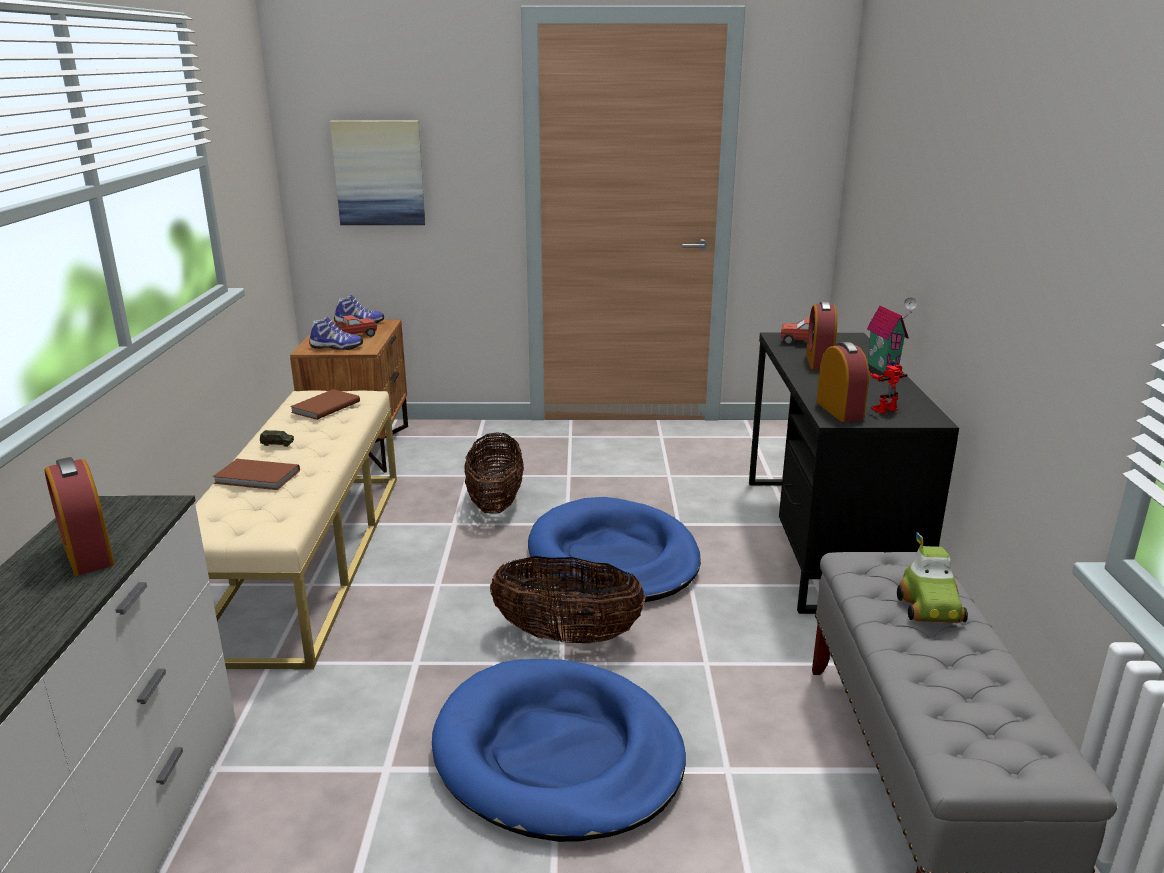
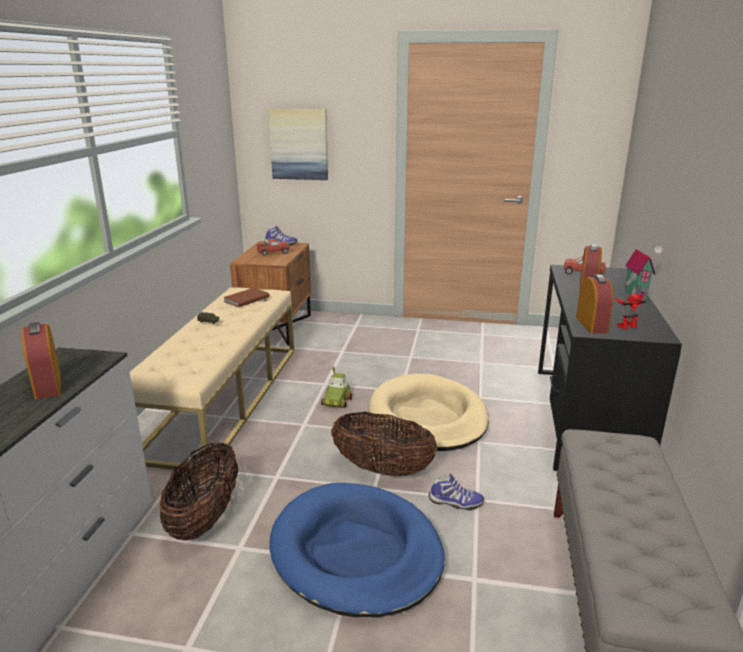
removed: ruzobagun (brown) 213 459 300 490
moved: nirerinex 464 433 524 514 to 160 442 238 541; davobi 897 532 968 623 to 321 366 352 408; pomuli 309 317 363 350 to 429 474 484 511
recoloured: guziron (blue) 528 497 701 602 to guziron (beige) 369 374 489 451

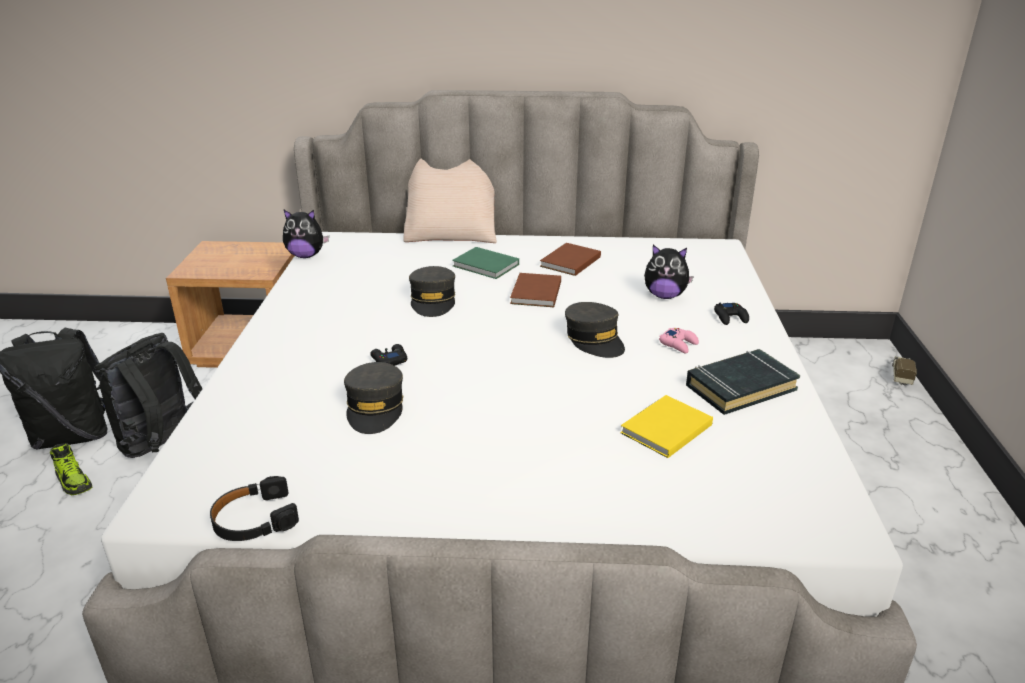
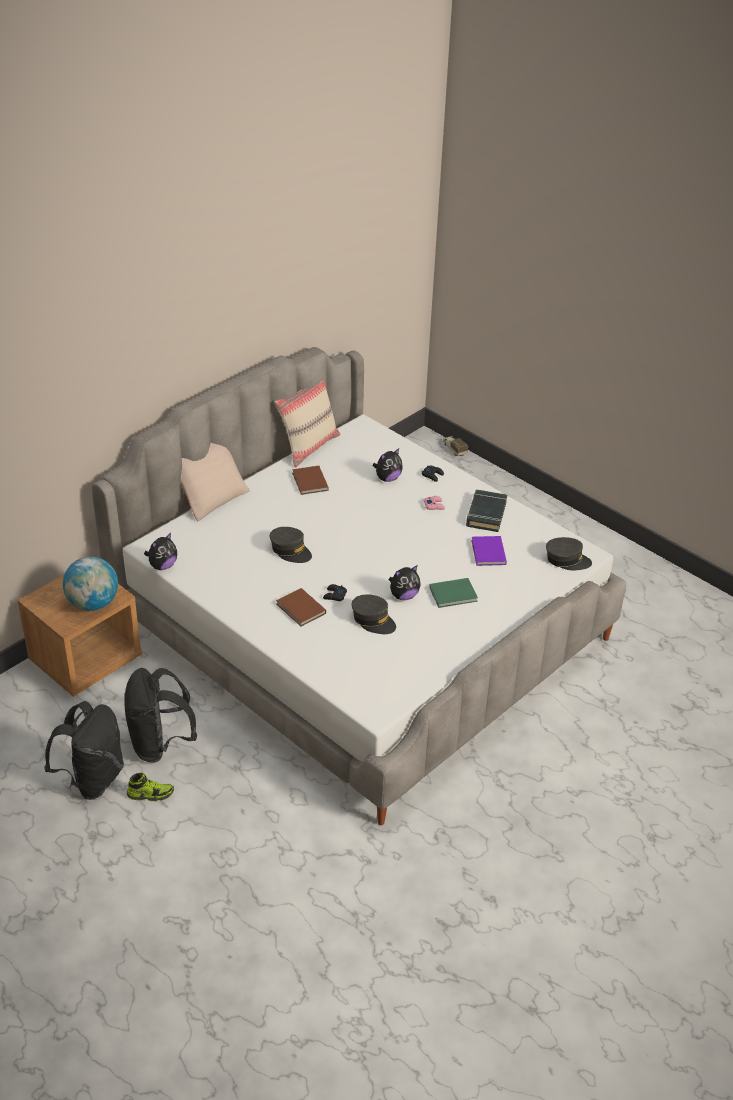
removed: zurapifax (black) 210 476 299 541
added: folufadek 63 557 118 611; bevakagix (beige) 275 379 341 468; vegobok 389 565 421 600
moved: ruzobagun (brown) 510 273 561 307 to 276 588 326 626; ruzobagun (green) 452 247 519 279 to 429 578 478 608; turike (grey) 565 302 625 358 to 546 537 592 570
recoloured: ruzobagun (yellow) 620 395 713 458 to ruzobagun (purple) 471 536 507 566

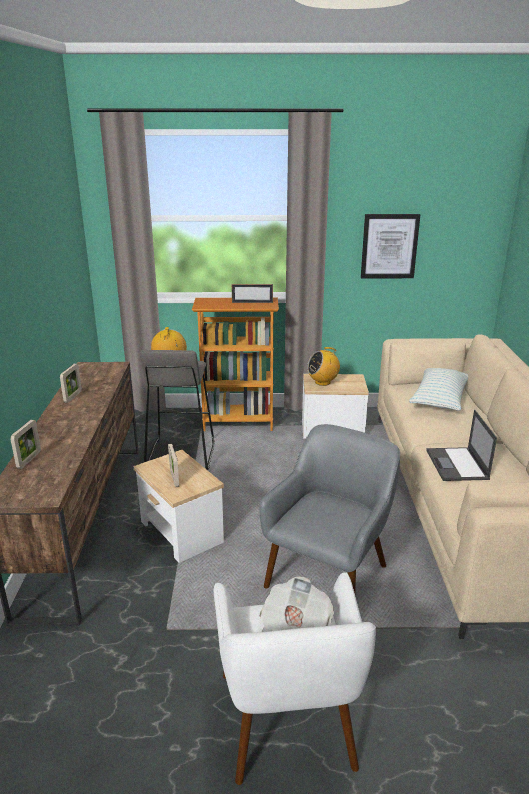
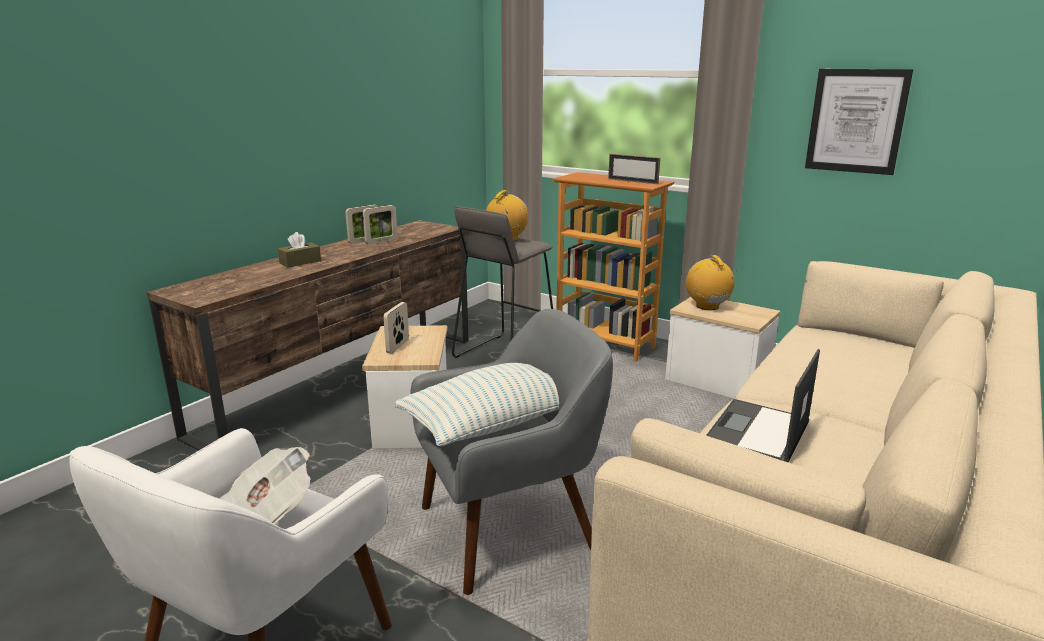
added: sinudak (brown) 278 232 321 267
moved: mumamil 10 420 41 469 to 363 205 398 244; bevakagix 409 368 468 411 to 395 363 559 446
turned: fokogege 307 347 340 386 = 686 255 738 310 60 degrees clockwise

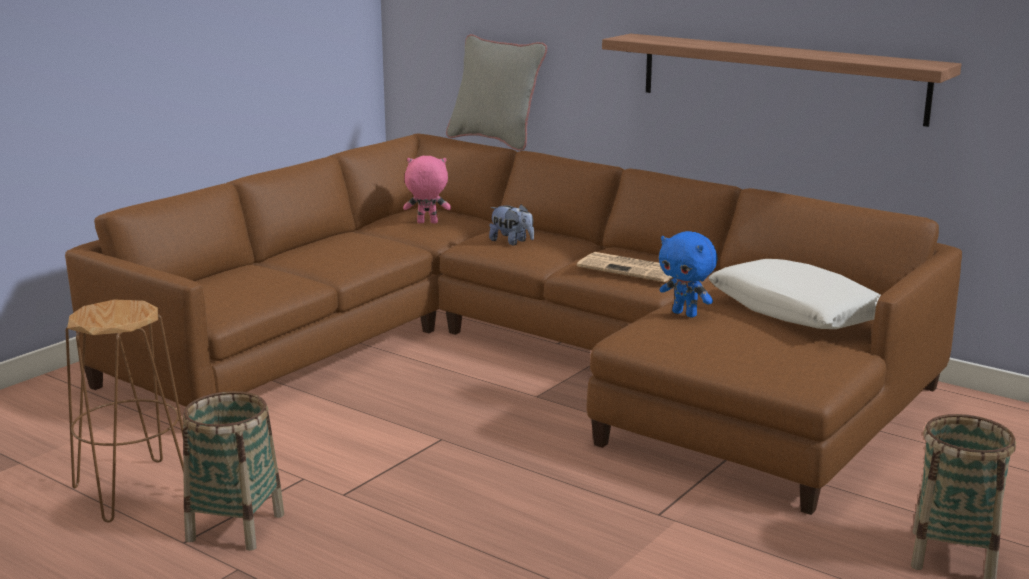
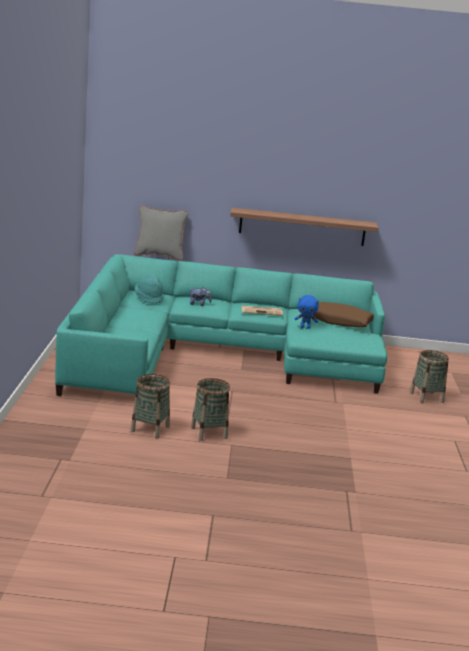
replaced: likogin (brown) 66 299 184 522 to nirerinex 131 374 170 438; vegobok (pink) 403 156 451 223 to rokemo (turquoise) 135 274 163 304
recoloured: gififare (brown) 65 133 962 515 to gififare (turquoise) 55 254 387 396; bevakagix (white) 709 259 881 329 to bevakagix (brown) 312 302 374 327

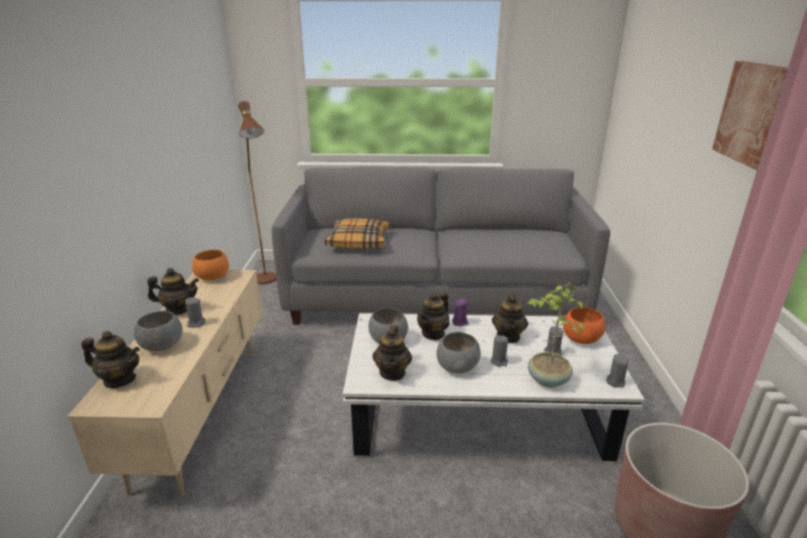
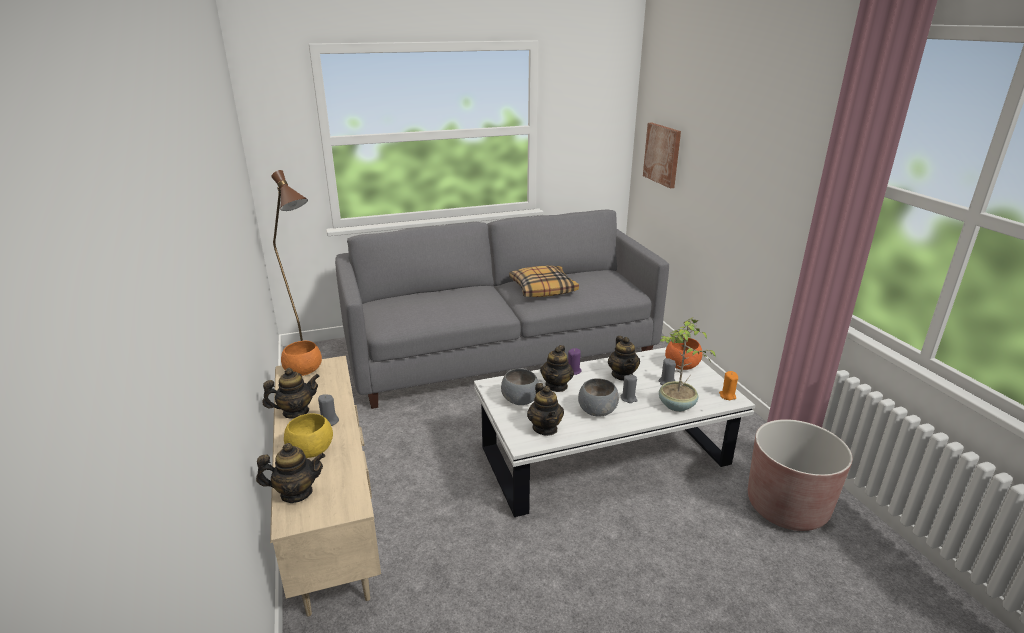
moved: bevakagix 325 219 389 249 to 509 265 579 297; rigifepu 712 61 788 170 to 643 123 681 188
recoloured: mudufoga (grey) 134 311 183 351 to mudufoga (yellow) 284 413 333 458; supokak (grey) 606 354 629 388 to supokak (orange) 719 371 738 400

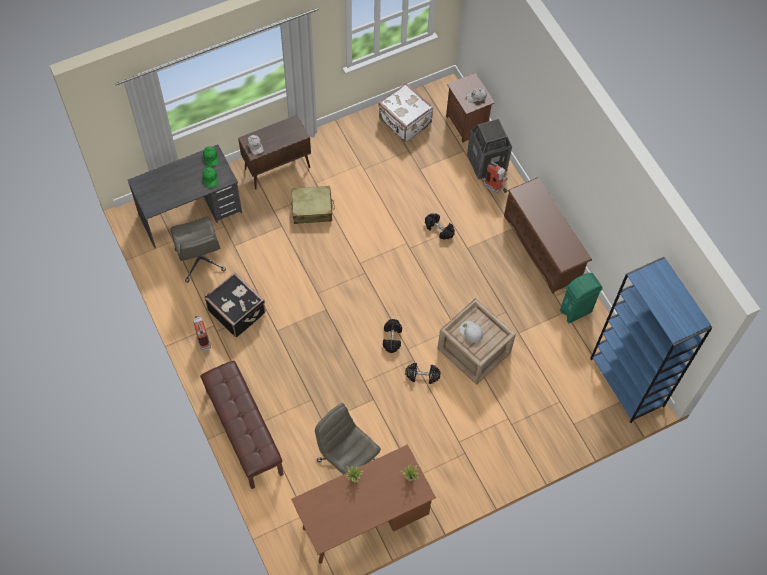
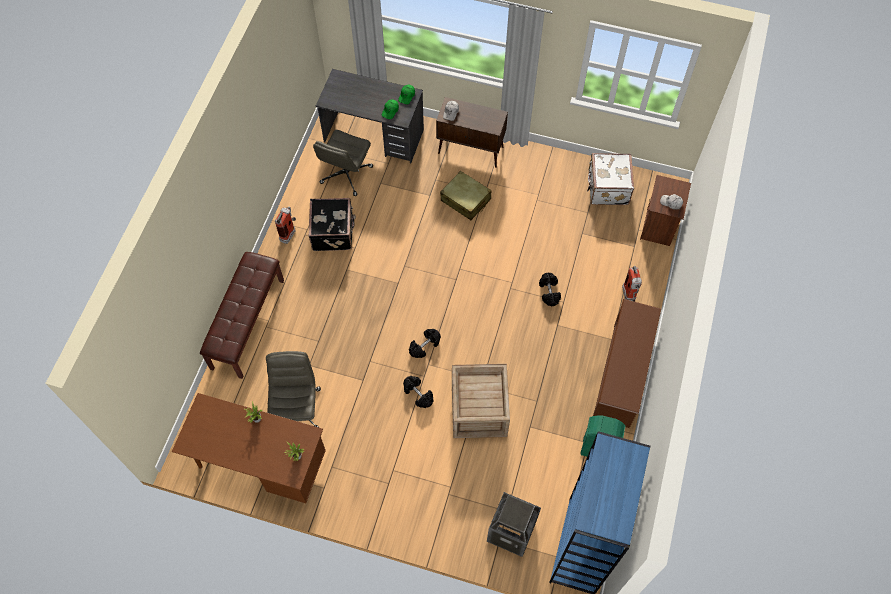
removed: turike (white) 459 321 483 343
moved: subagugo 467 119 512 180 to 487 492 541 557

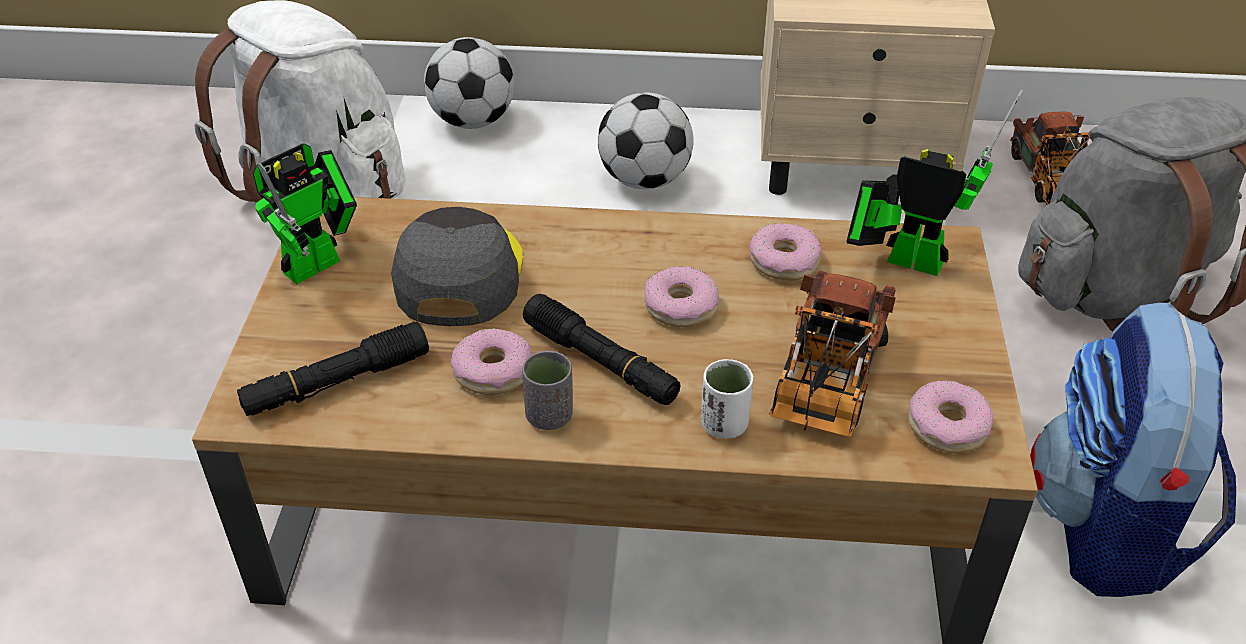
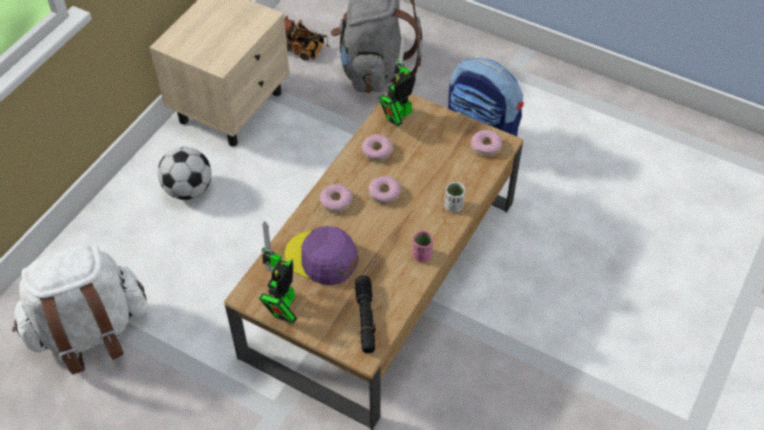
removed: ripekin 424 37 514 129; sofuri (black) 523 294 681 405; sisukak 769 271 896 437
moved: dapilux 451 328 532 395 to 320 184 352 213
recoloured: turike (grey) 391 207 523 326 to turike (purple) 285 226 358 285; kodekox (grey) 522 351 573 430 to kodekox (pink) 412 231 433 262
turned: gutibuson 253 143 357 284 = 259 222 297 324 135 degrees counterclockwise

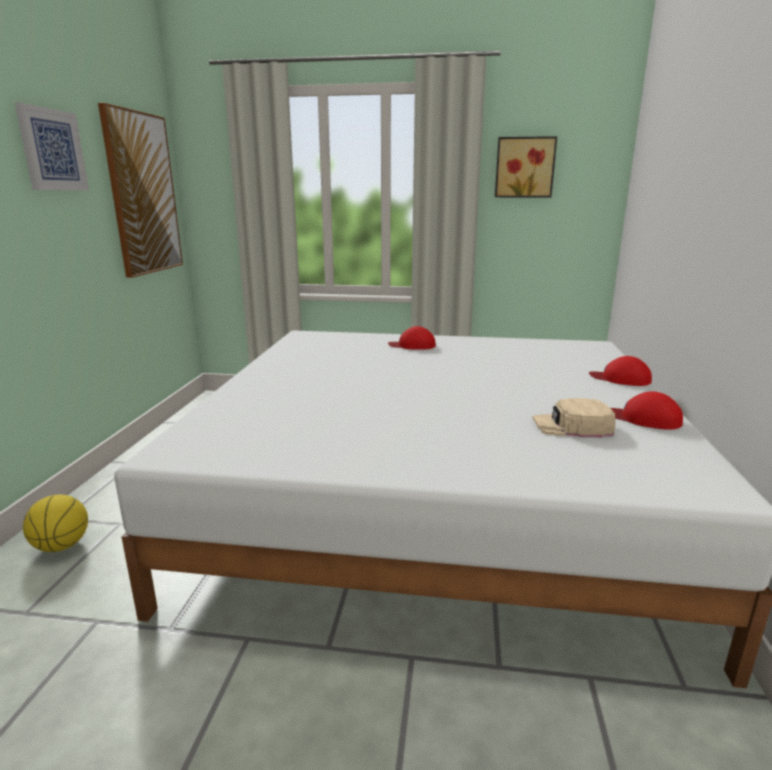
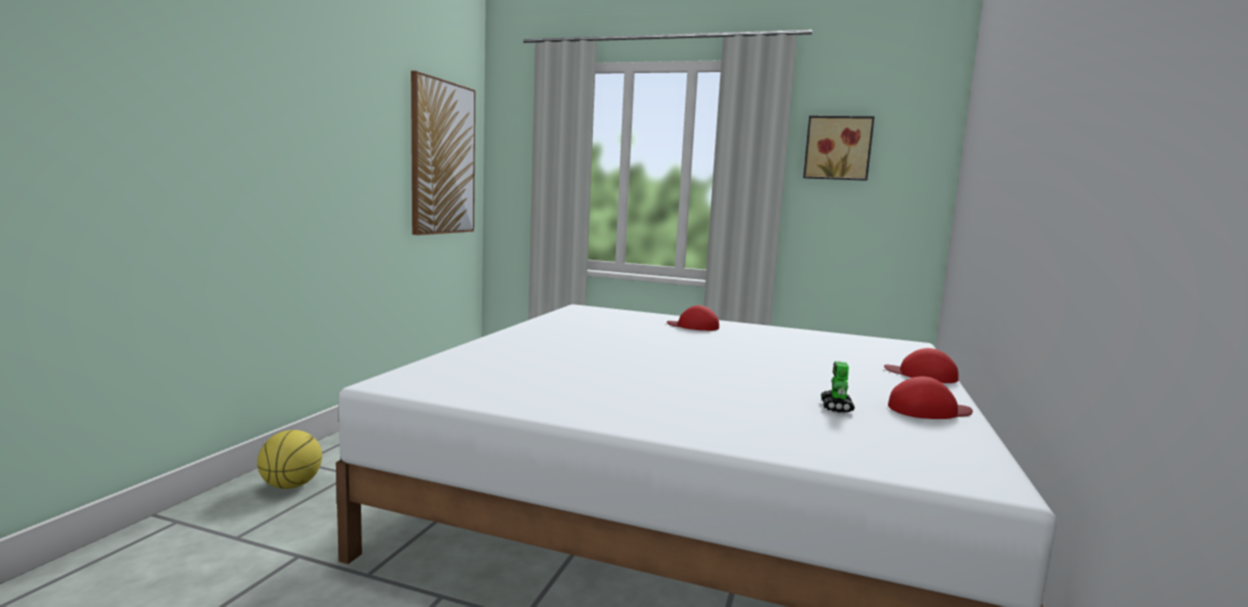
removed: rigifepu 15 102 89 190
replaced: turike (beige) 533 398 616 437 to gutibuson 821 361 855 413
turned: turike (red) 610 392 683 430 = 888 376 973 419 135 degrees clockwise

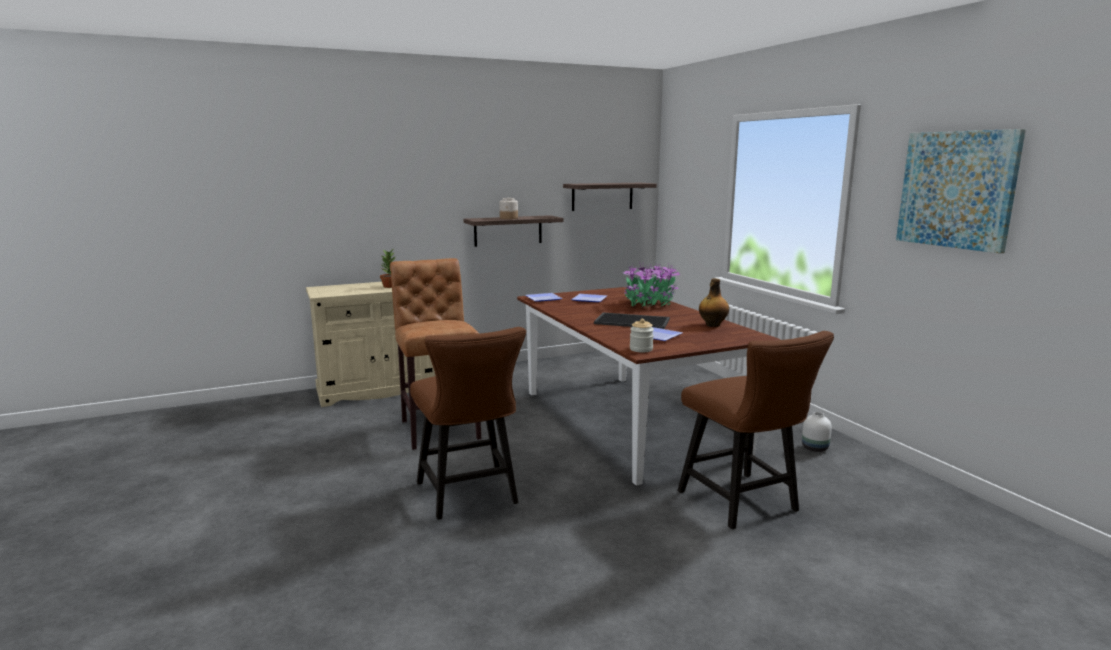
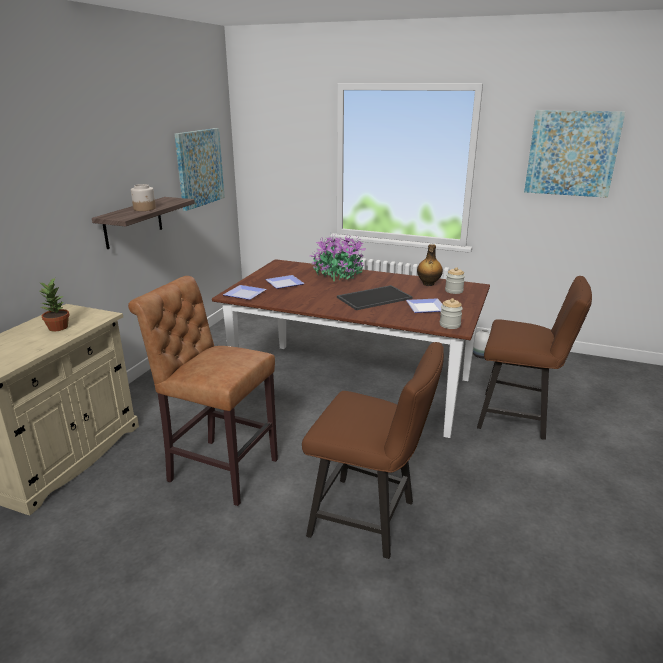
added: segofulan 445 267 465 294
replaced: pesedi 563 183 657 211 to rigifepu 175 128 225 211

